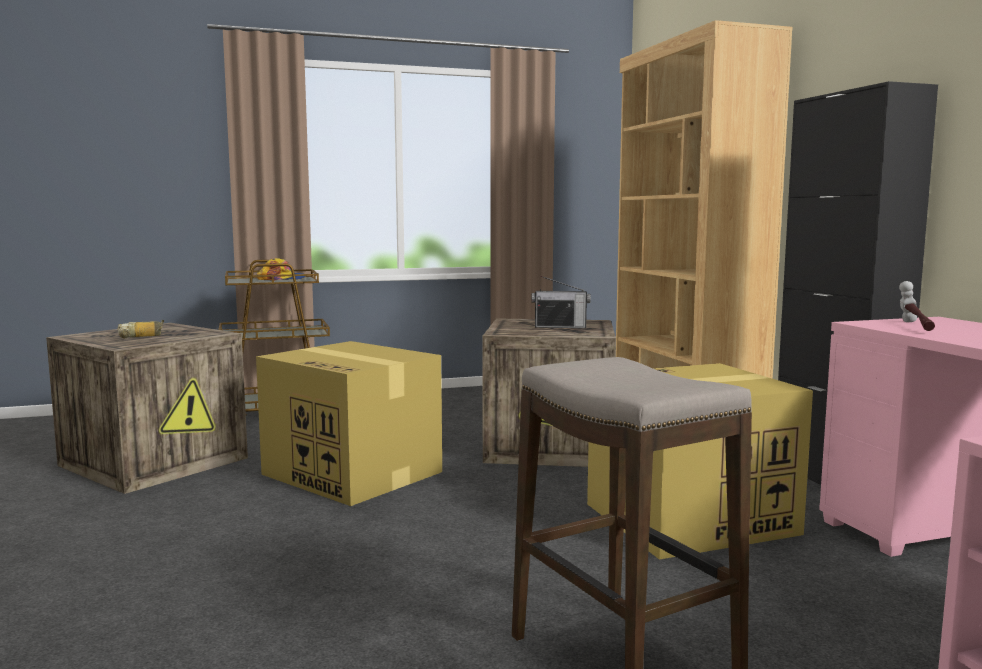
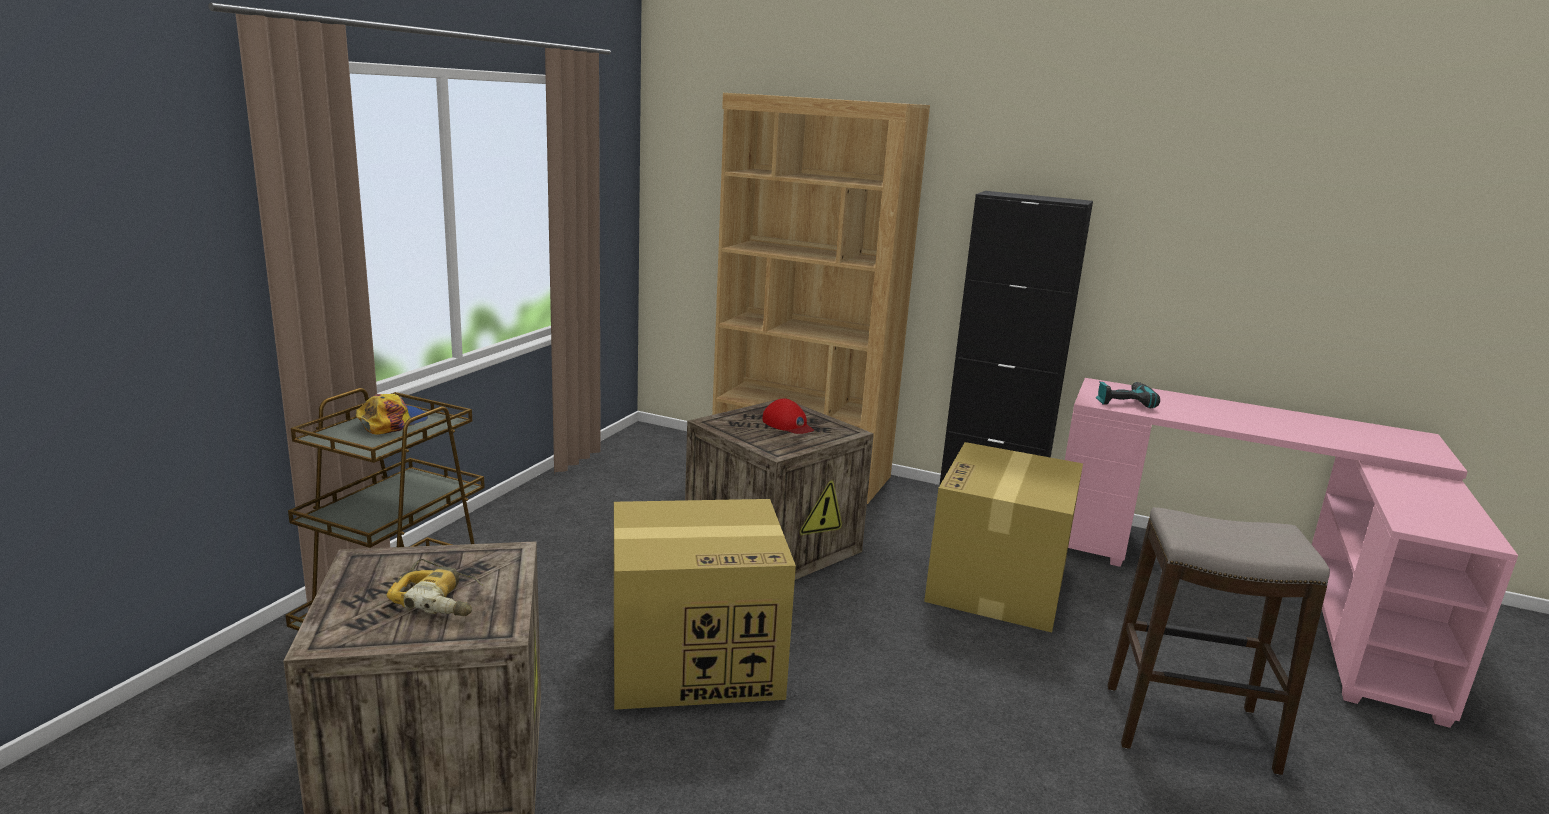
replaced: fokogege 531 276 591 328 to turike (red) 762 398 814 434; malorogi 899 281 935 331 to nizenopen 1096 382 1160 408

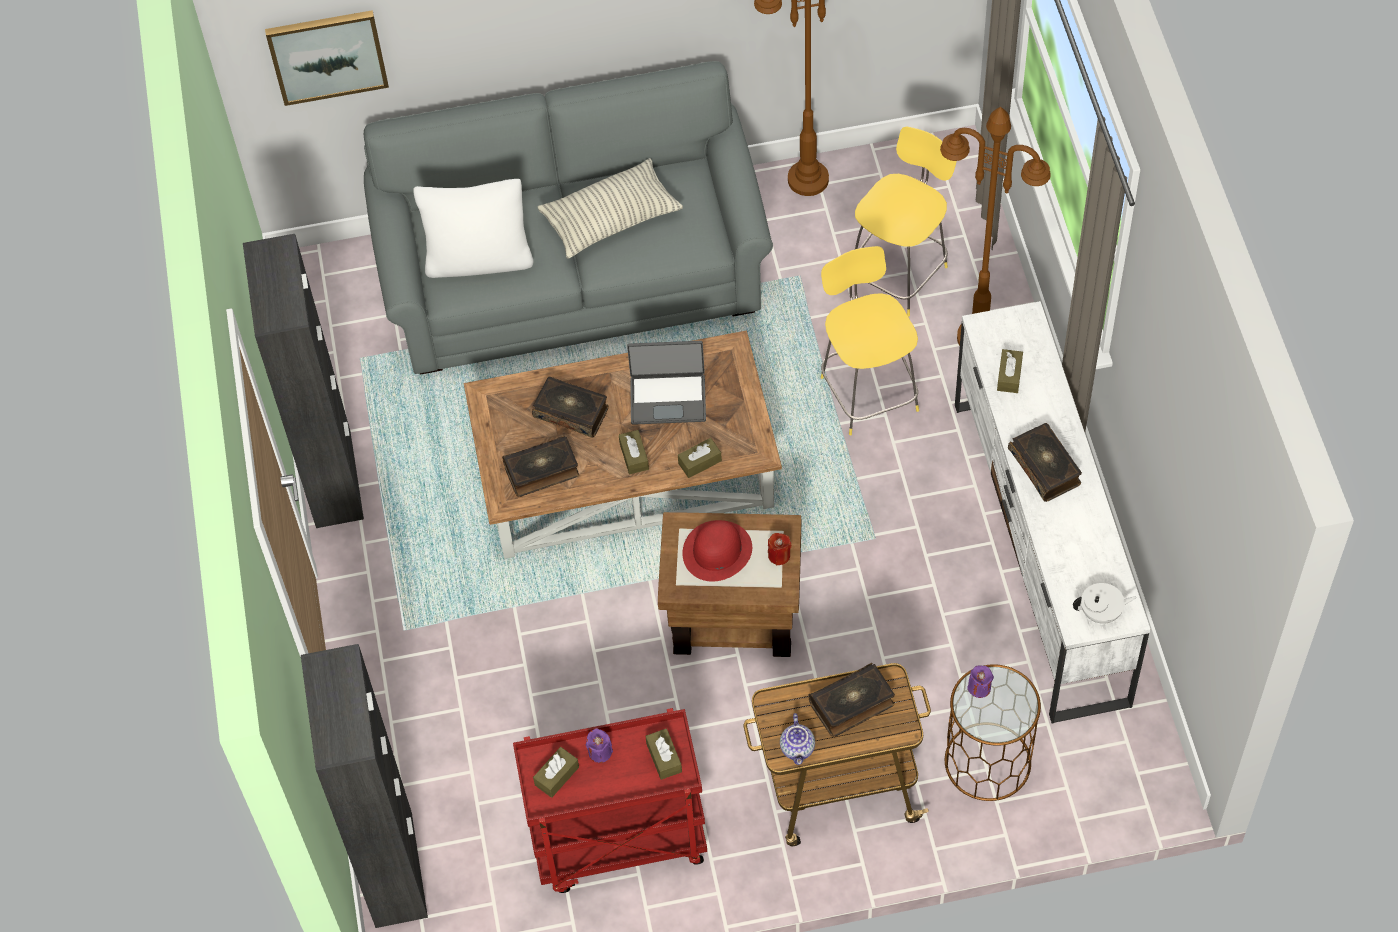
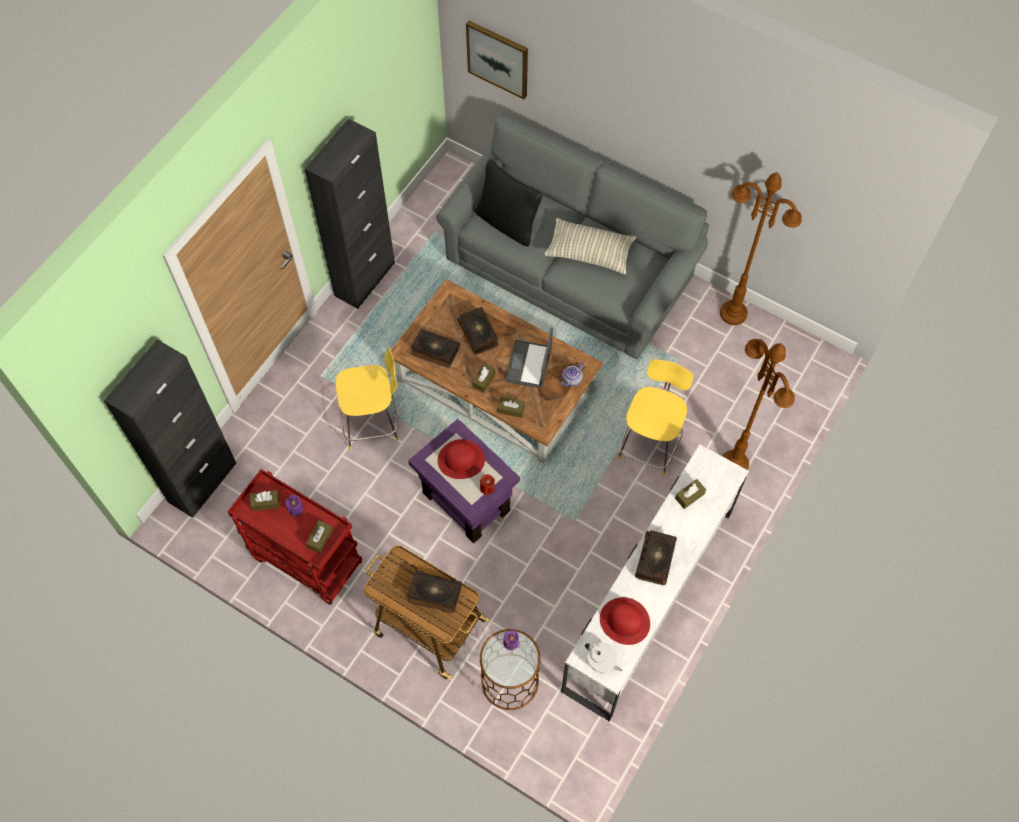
added: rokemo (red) 600 597 650 645
moved: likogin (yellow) 855 126 957 316 to 335 346 398 450; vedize 780 713 815 765 to 561 362 584 387
recoloured: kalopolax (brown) 658 512 801 657 to kalopolax (purple) 408 419 520 543; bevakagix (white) 413 179 534 278 to bevakagix (black) 475 160 543 246
turned: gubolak 627 341 706 425 = 506 328 553 388 60 degrees clockwise

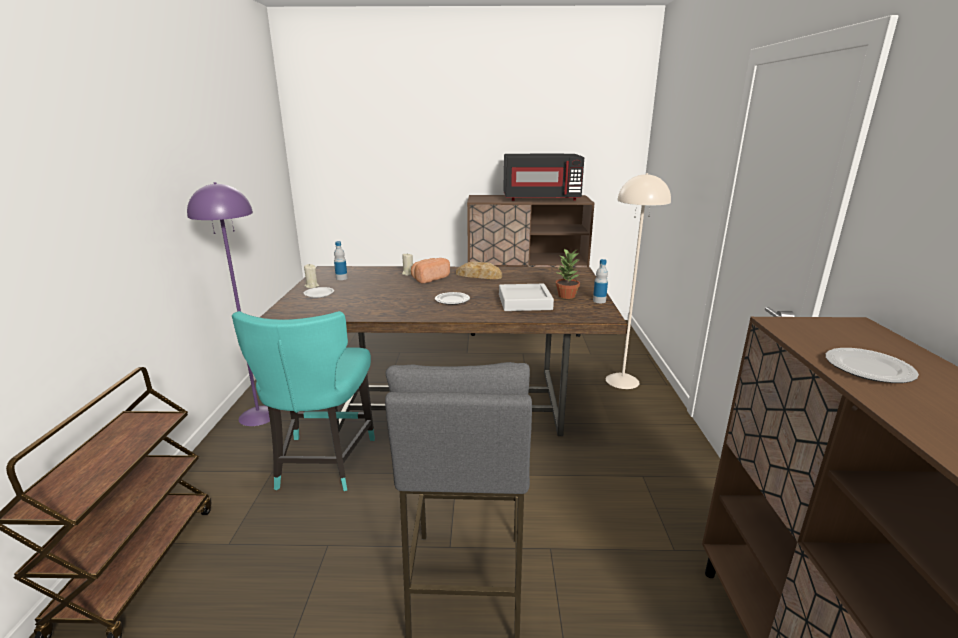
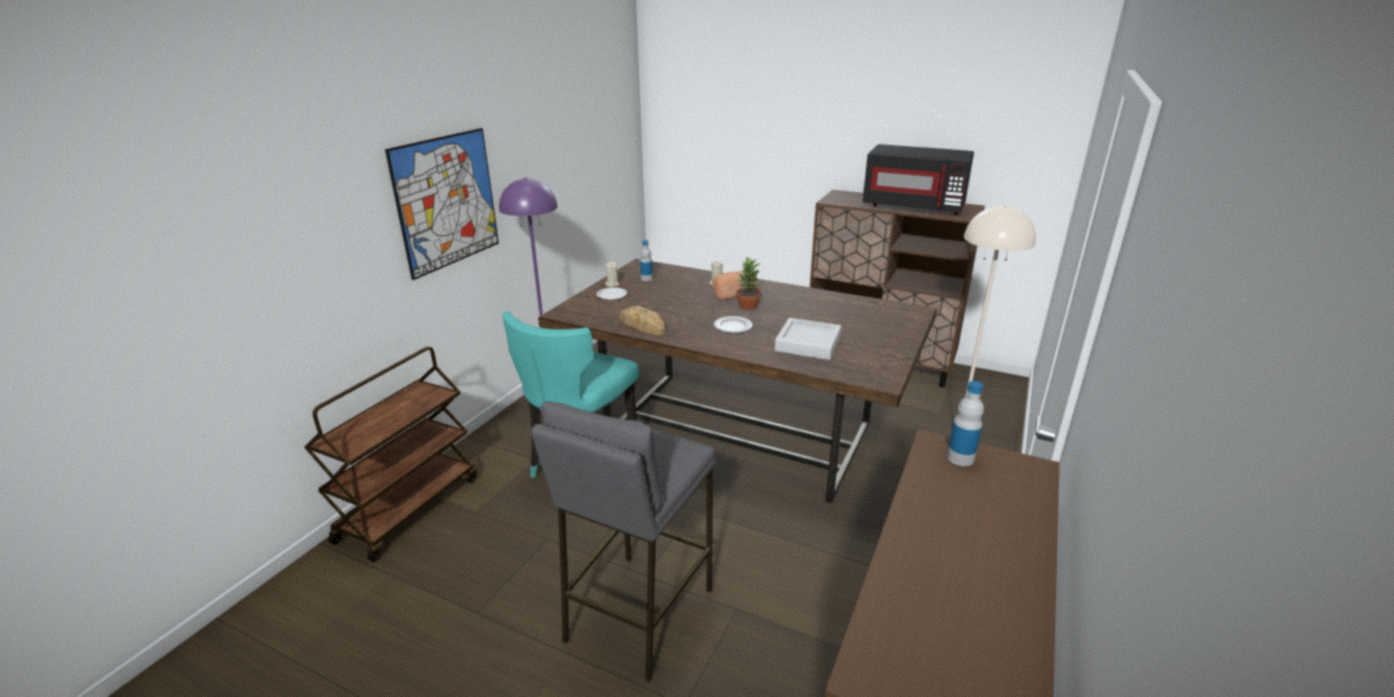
removed: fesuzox 825 348 919 383
added: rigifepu 385 128 499 280
moved: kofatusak 456 261 502 279 to 619 306 665 335; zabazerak 555 248 580 299 to 736 257 762 310; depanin 593 259 608 303 to 947 381 984 466

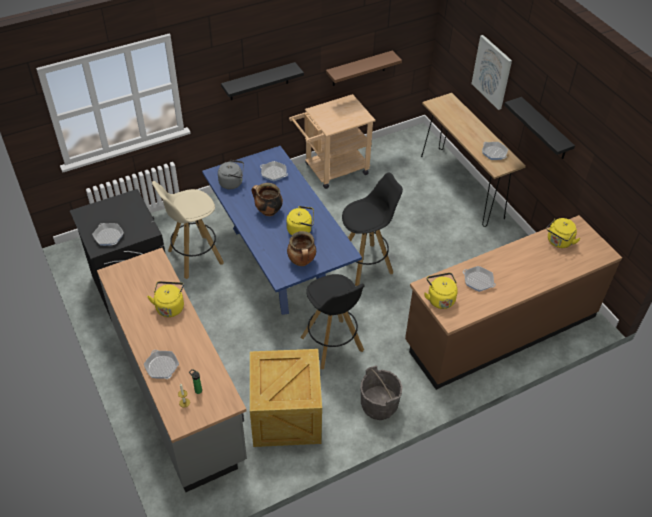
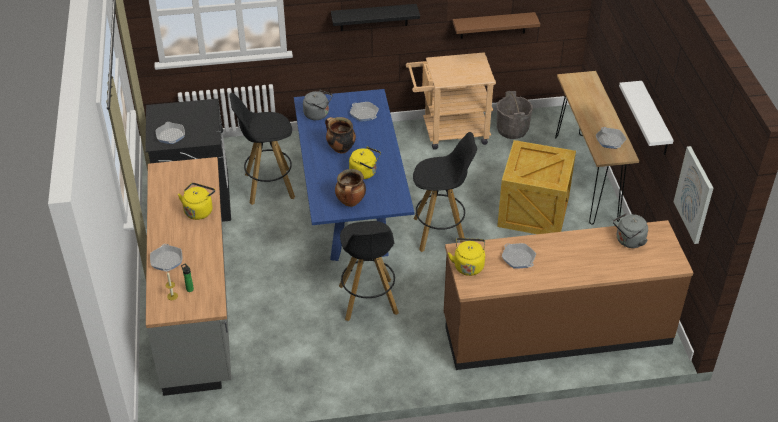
moved: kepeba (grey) 360 365 402 420 to 496 91 533 139; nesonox 250 349 322 447 to 497 140 576 234; rigifepu 472 35 512 110 to 674 146 713 244
recoloured: likogin (beige) 152 181 224 279 to likogin (black) 229 93 295 205; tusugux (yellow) 546 218 581 248 to tusugux (grey) 613 213 648 248; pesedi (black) 504 97 575 159 to pesedi (white) 619 81 674 155

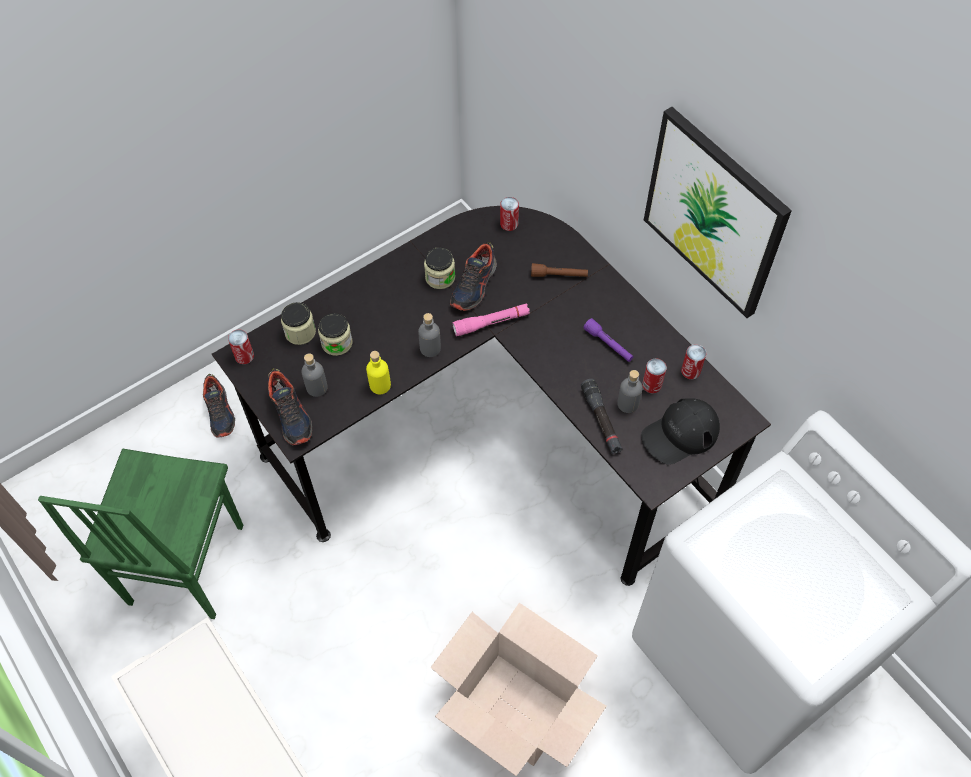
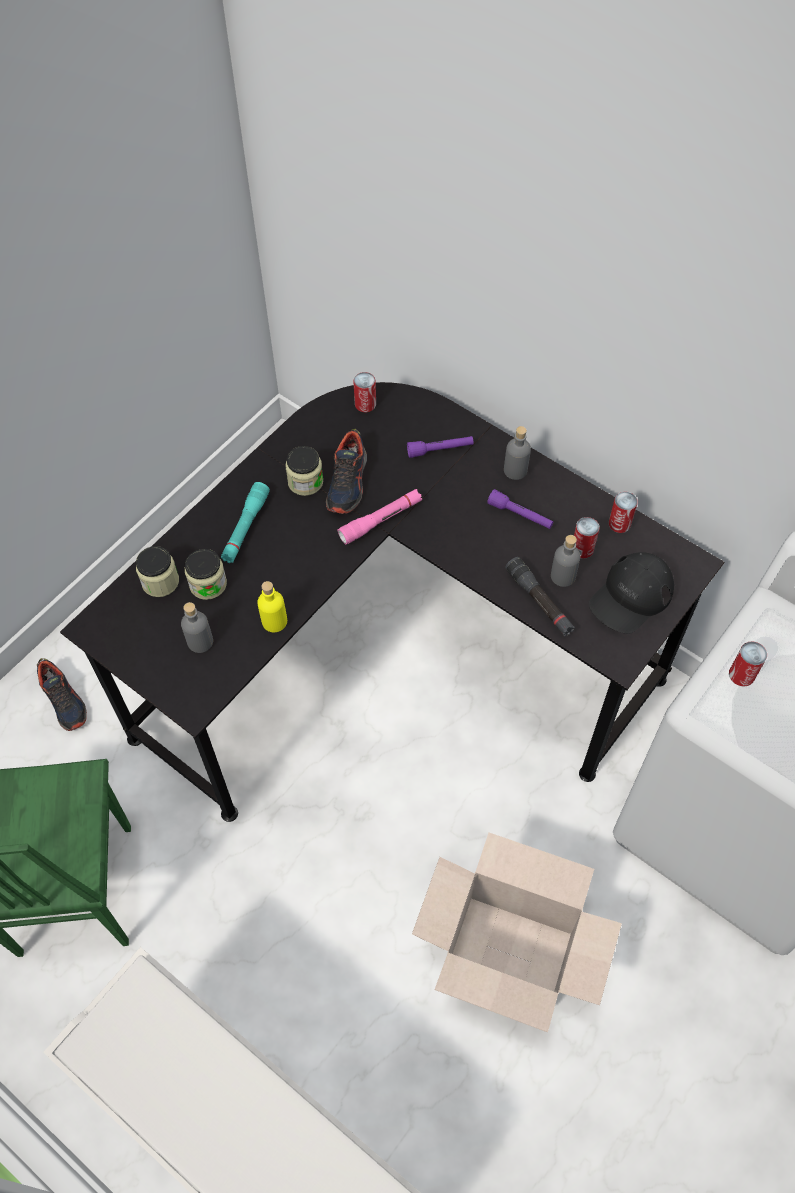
removed: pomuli 268 368 312 445; rigifepu 644 107 792 318
added: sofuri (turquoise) 221 482 270 563
moved: depanin (grey) 418 313 441 357 to 504 426 531 480; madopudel 228 329 254 364 to 729 641 767 686
recoloured: sofuri (brown) 531 263 588 277 to sofuri (purple) 407 436 474 458

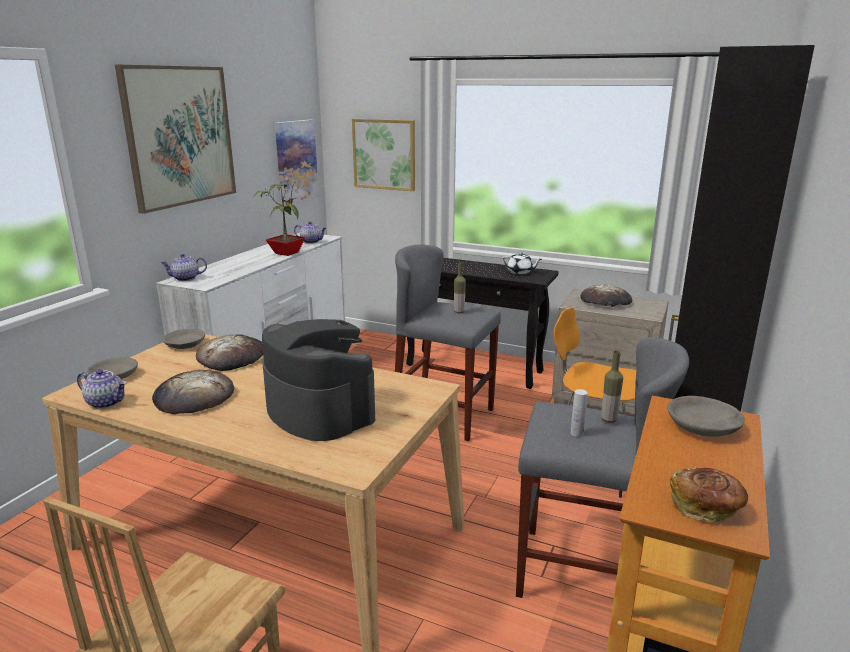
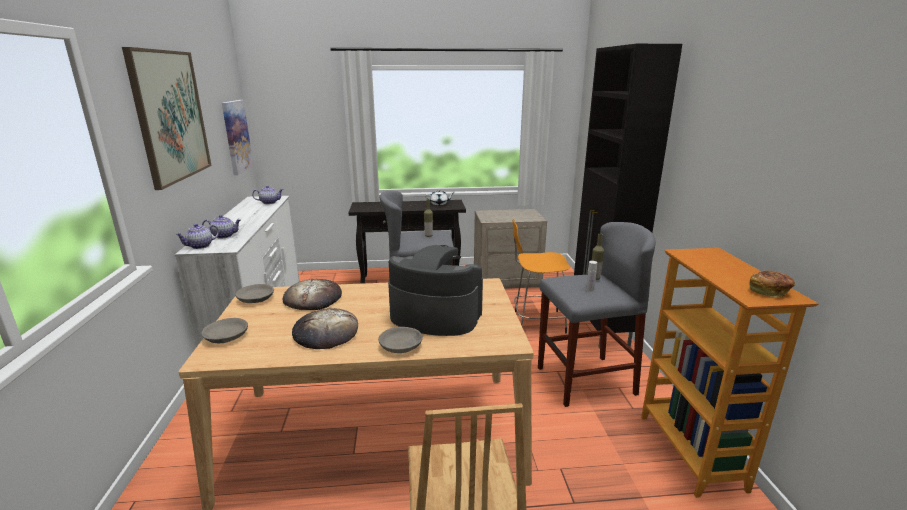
removed: zabazerak 254 178 305 256; rigifepu 352 119 415 191; kofatusak 581 284 632 307
moved: vedize 77 369 127 409 to 202 215 241 239; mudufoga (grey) 667 396 745 437 to 378 327 423 353

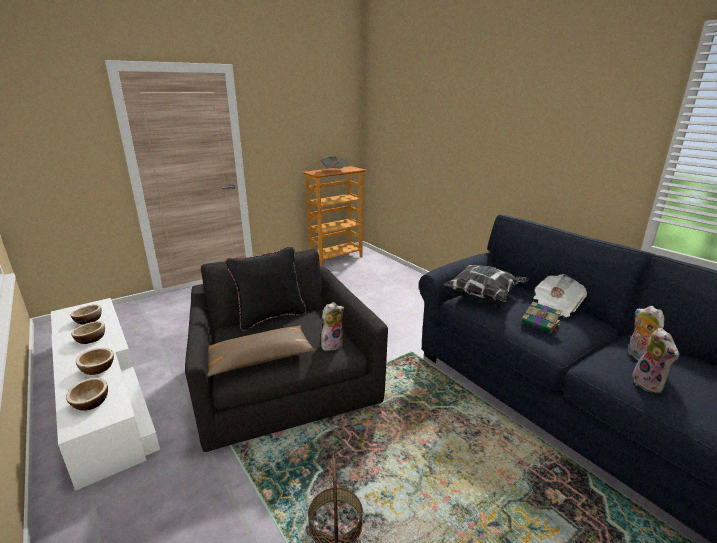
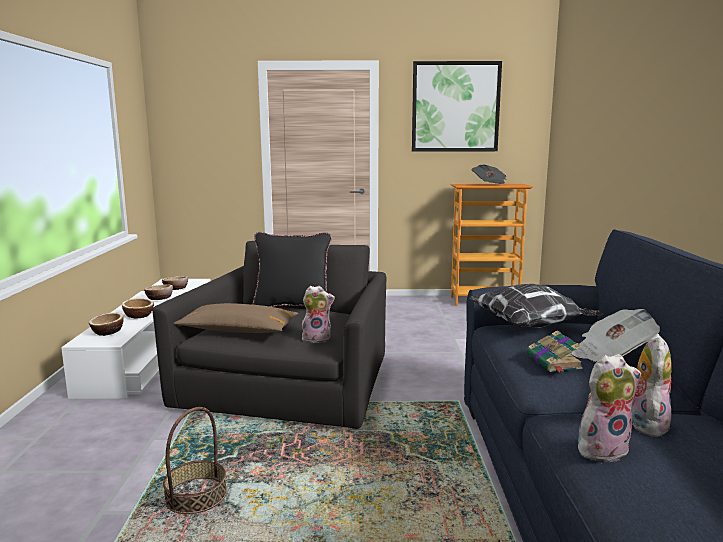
added: rigifepu 412 61 502 152
turned: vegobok 632 328 679 393 = 578 354 641 462 135 degrees counterclockwise

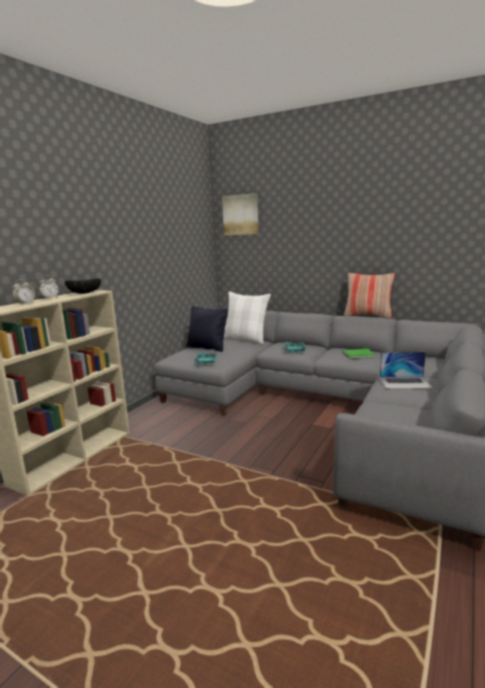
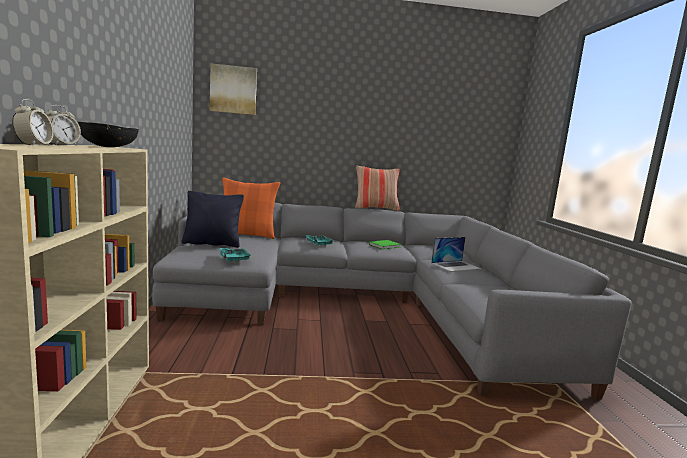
recoloured: bevakagix (white) 224 291 271 344 to bevakagix (orange) 222 177 281 239

